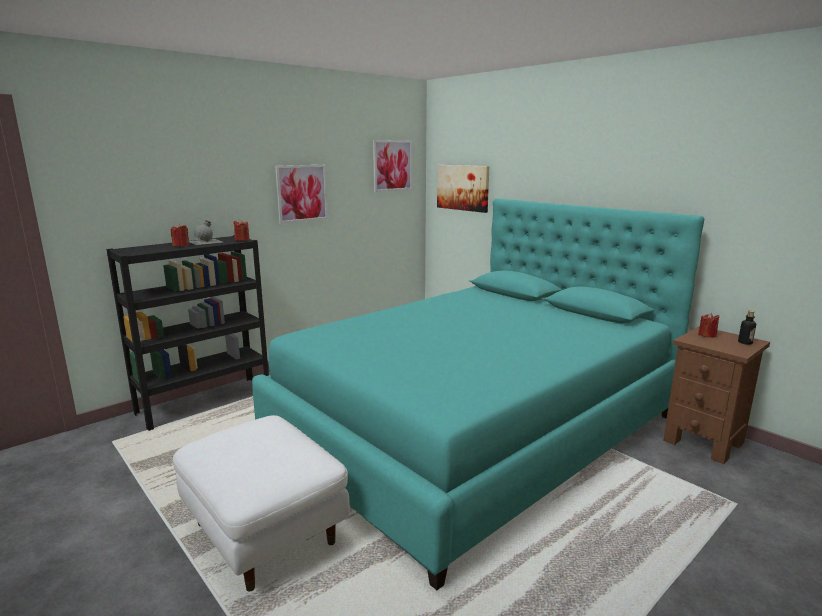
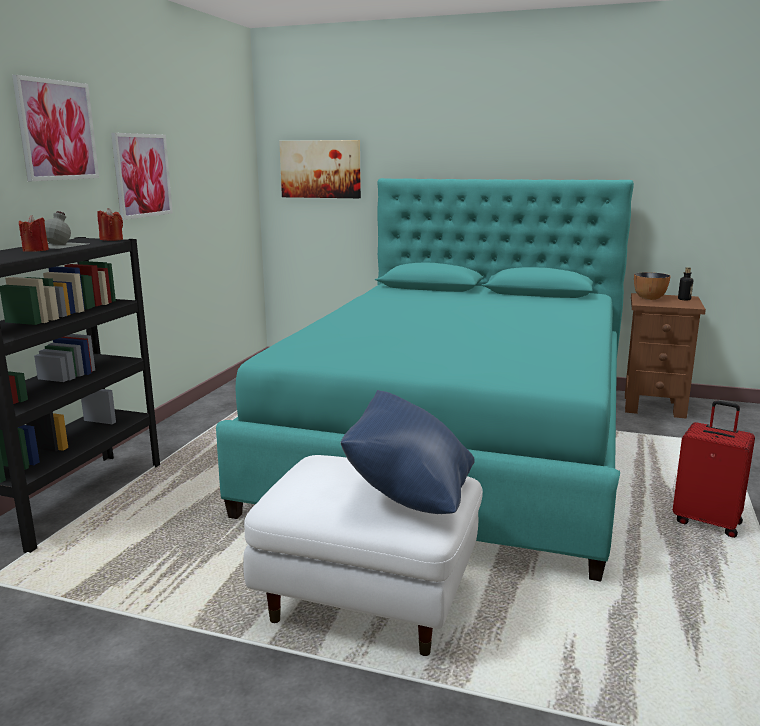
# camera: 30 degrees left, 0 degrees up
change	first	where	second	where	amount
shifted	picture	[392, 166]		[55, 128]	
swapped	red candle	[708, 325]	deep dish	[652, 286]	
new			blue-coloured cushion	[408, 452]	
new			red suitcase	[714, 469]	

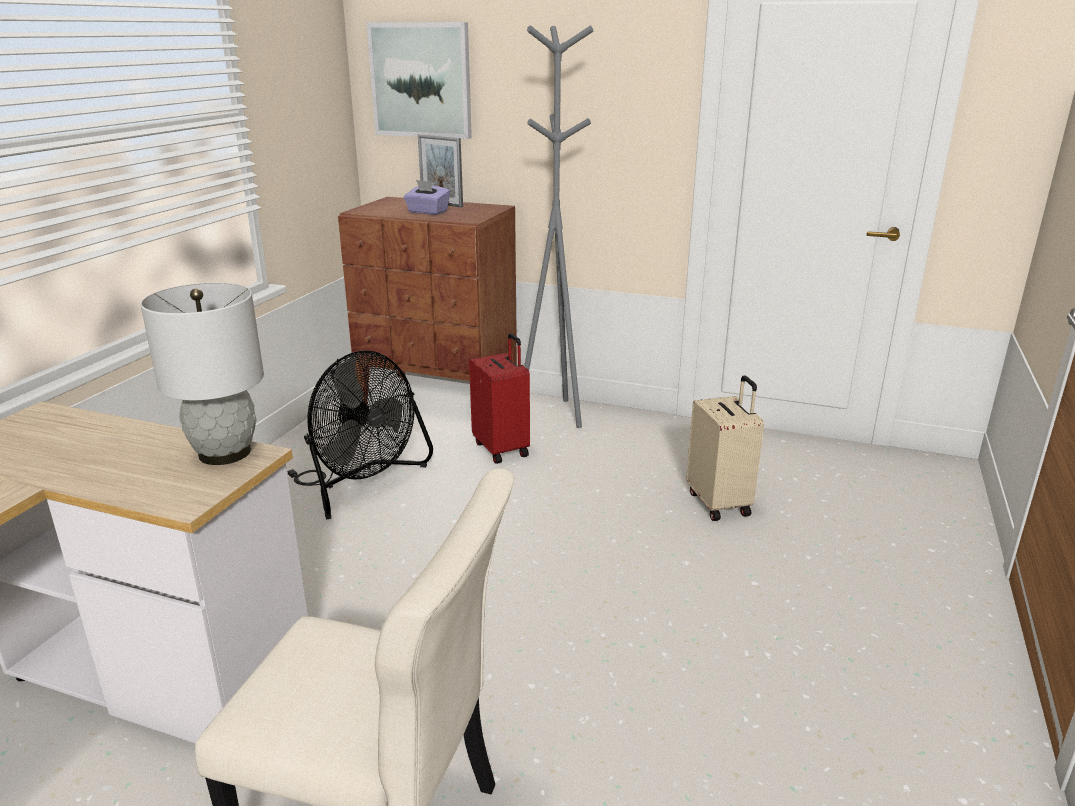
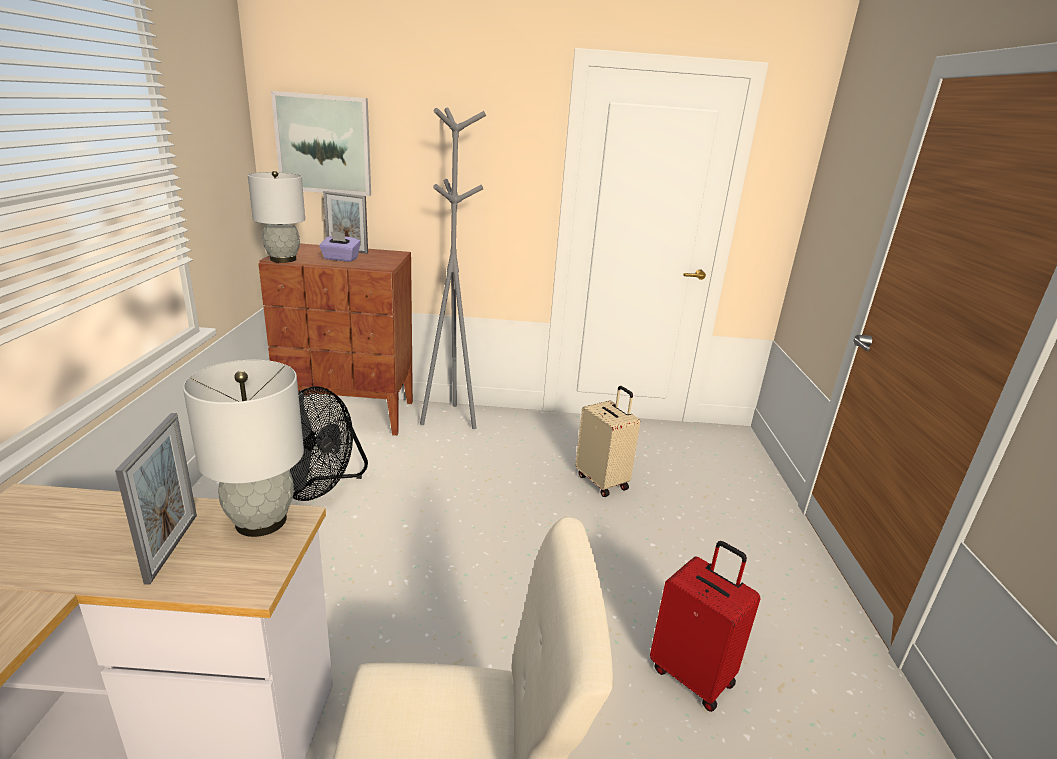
# camera: 20 degrees left, 0 degrees up
change	first	where	second	where	amount
shifted	red suitcase	[499, 398]		[705, 626]	
new			photo frame	[156, 499]	
new			white-coloured table lamp	[276, 217]	

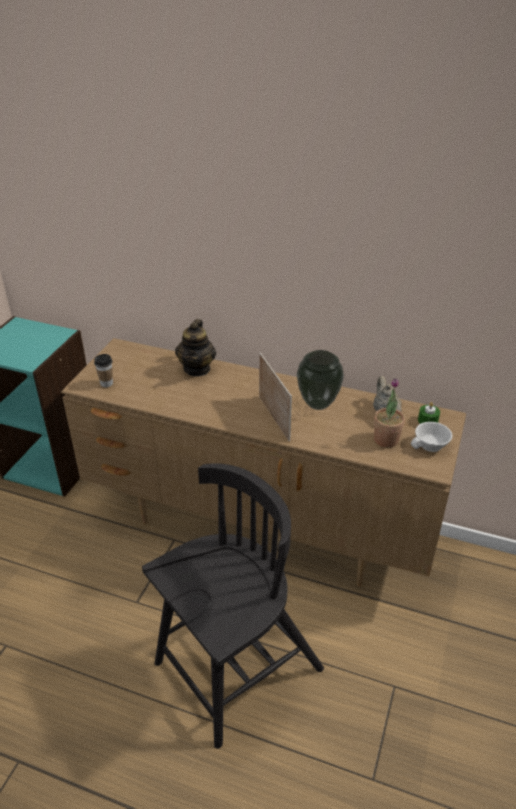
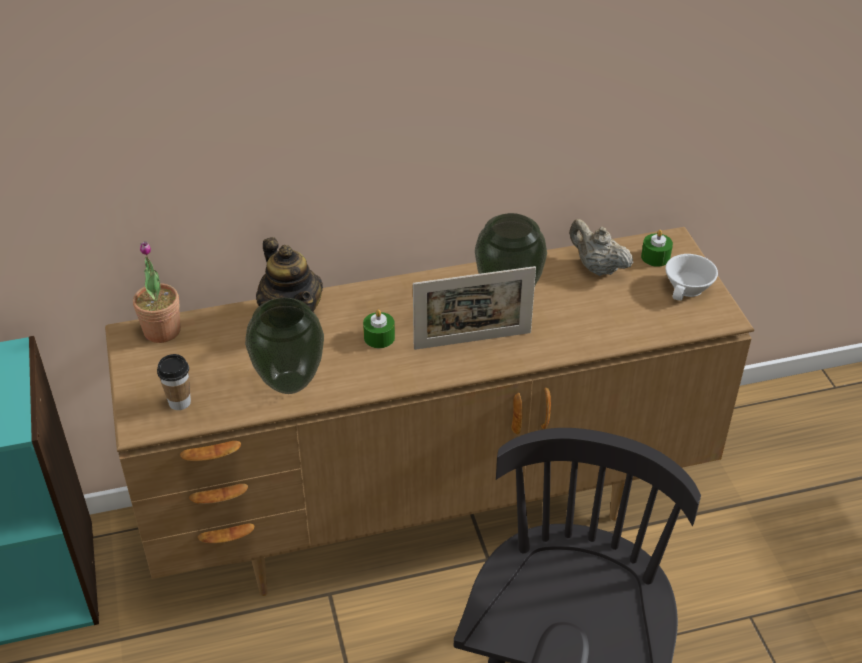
# camera: 35 degrees left, 5 degrees up
change	first	where	second	where	amount
rotated	photo frame	[275, 396]		[474, 308]	135 degrees clockwise
shifted	houseplant	[389, 413]		[157, 292]	
new			flower vase	[284, 346]	
new			green candle	[379, 329]	

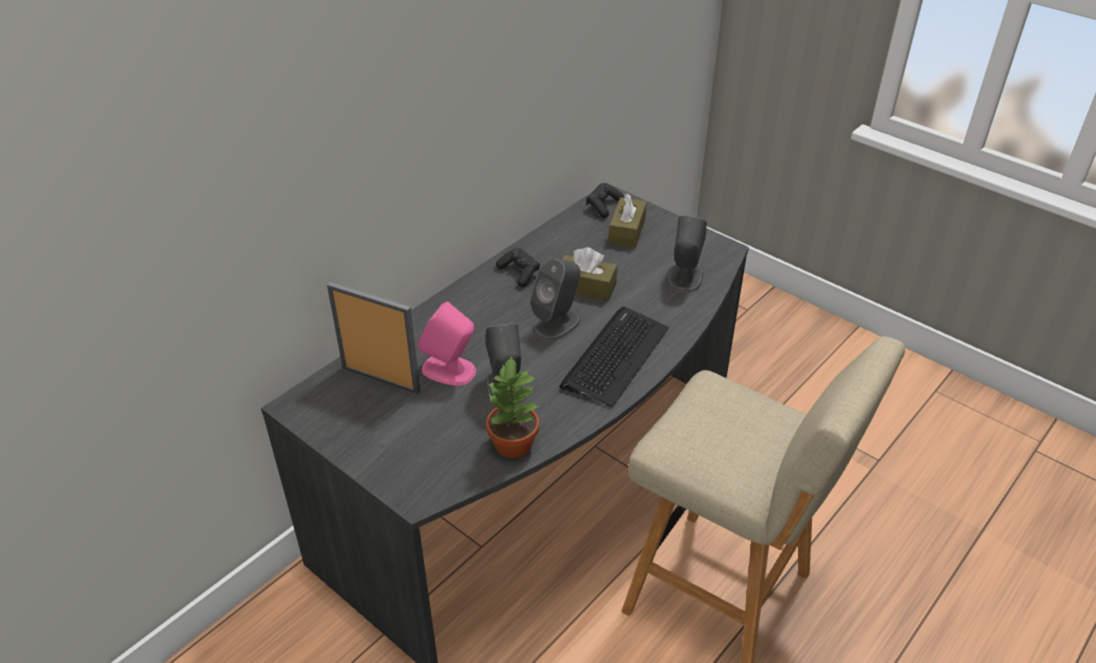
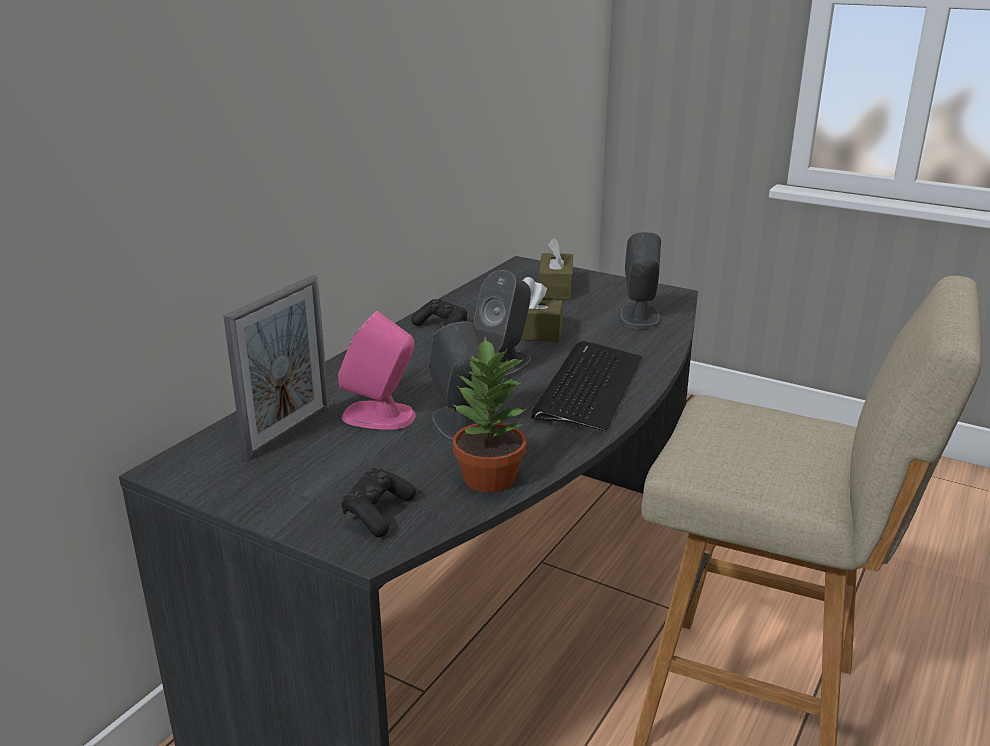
# camera: 10 degrees left, 15 degrees down
change	first	where	second	where	amount
rotated	photo frame	[373, 338]		[276, 367]	105 degrees clockwise
shifted	black-coloured game controller	[605, 200]		[378, 502]	

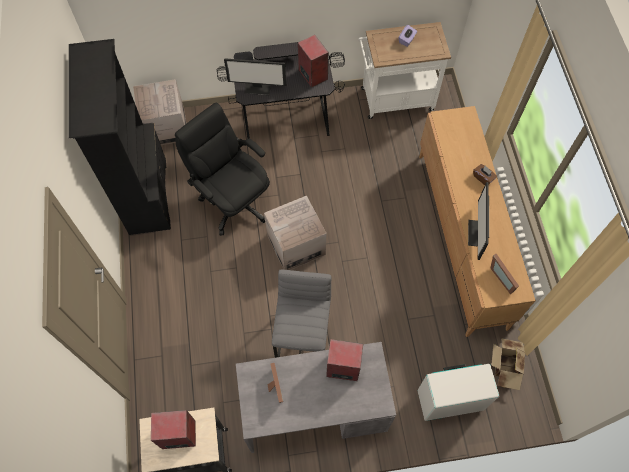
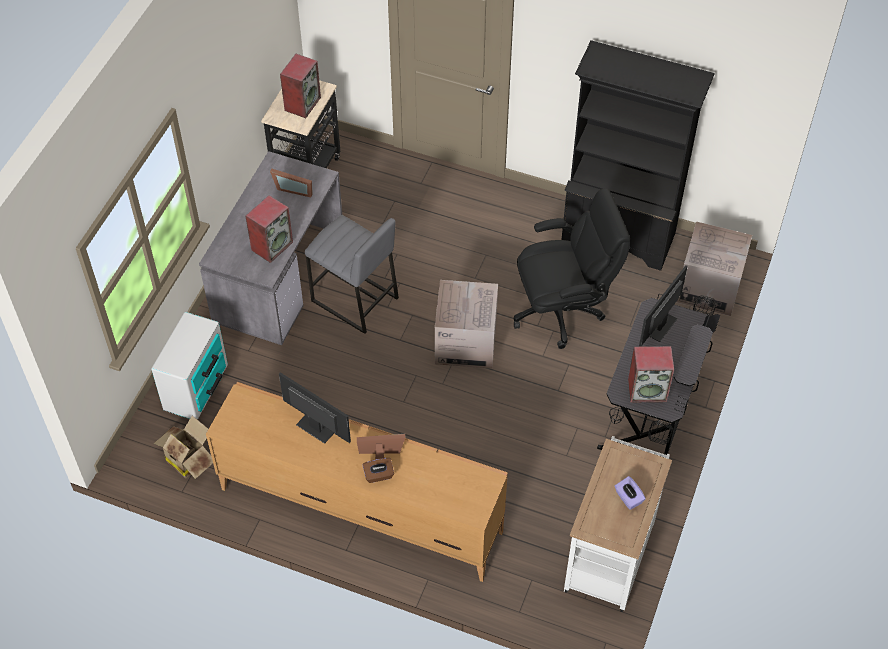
# camera: 120 degrees right, 10 degrees down
change	first	where	second	where	amount
shifted	photo frame	[504, 274]		[381, 446]	

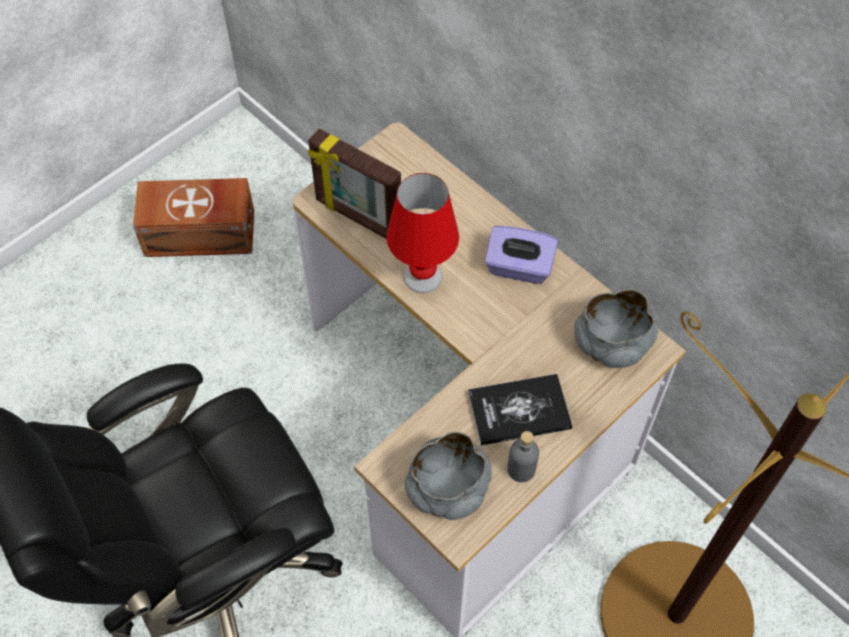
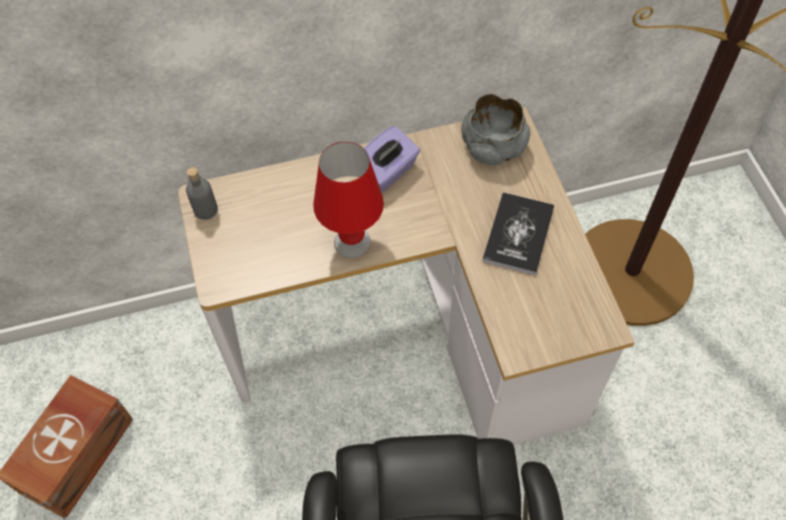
# camera: 60 degrees left, 0 degrees up
change	first	where	second	where	amount
gone	photo frame	[354, 184]			
gone	greyish deep dish	[448, 476]			
shifted	greyish beverage bottle	[523, 456]		[202, 193]	

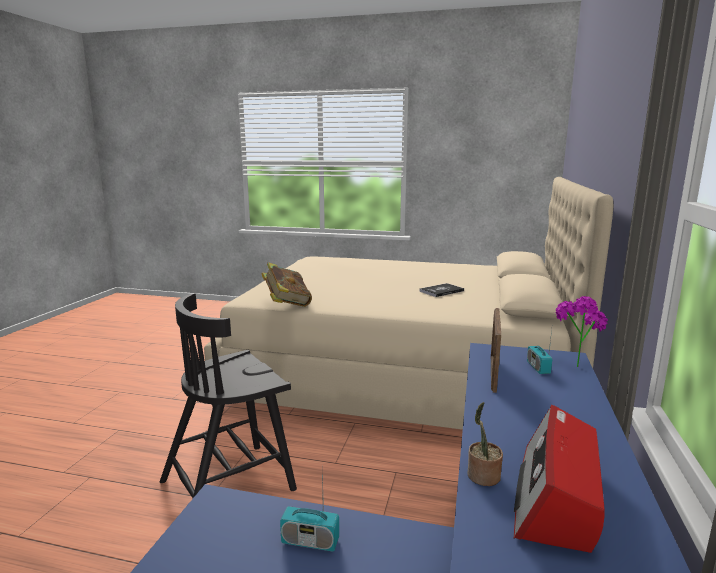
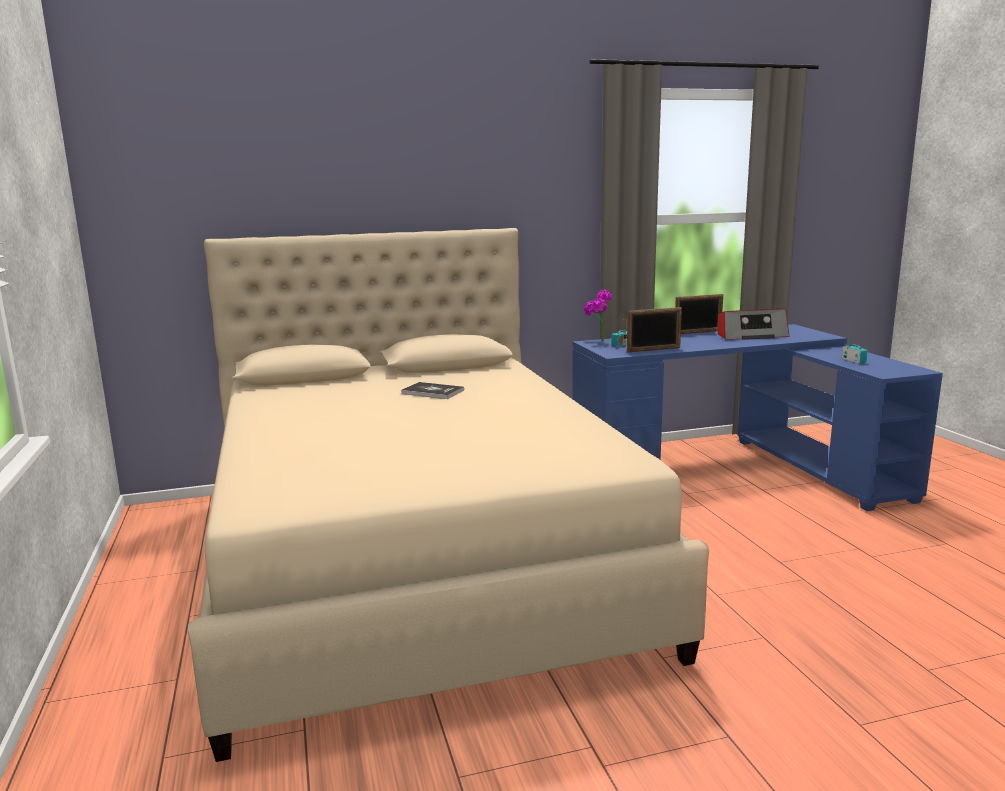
# camera: 120 degrees left, 0 degrees up
change	first	where	second	where	amount
gone	black-coloured chair	[228, 395]			
gone	volume	[287, 284]			
gone	houseplant	[485, 444]			
new			photo frame	[699, 314]	

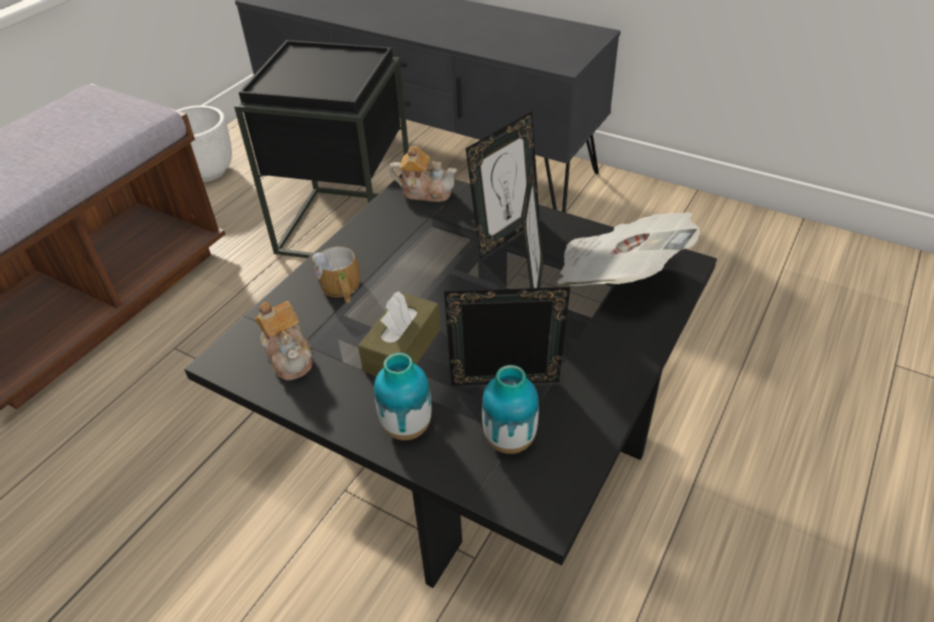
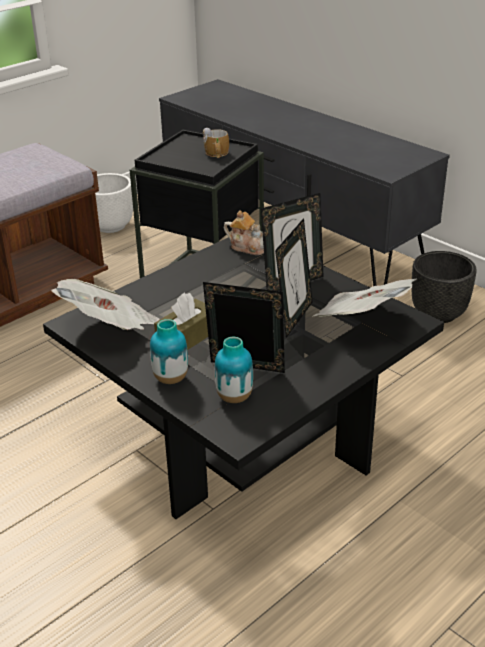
# camera: 15 degrees right, 10 degrees down
change	first	where	second	where	amount
swapped	teapot	[284, 340]	daily paper	[105, 304]	
shifted	coffee mug	[335, 275]		[216, 143]	
new			black-coloured plant pot	[444, 287]	

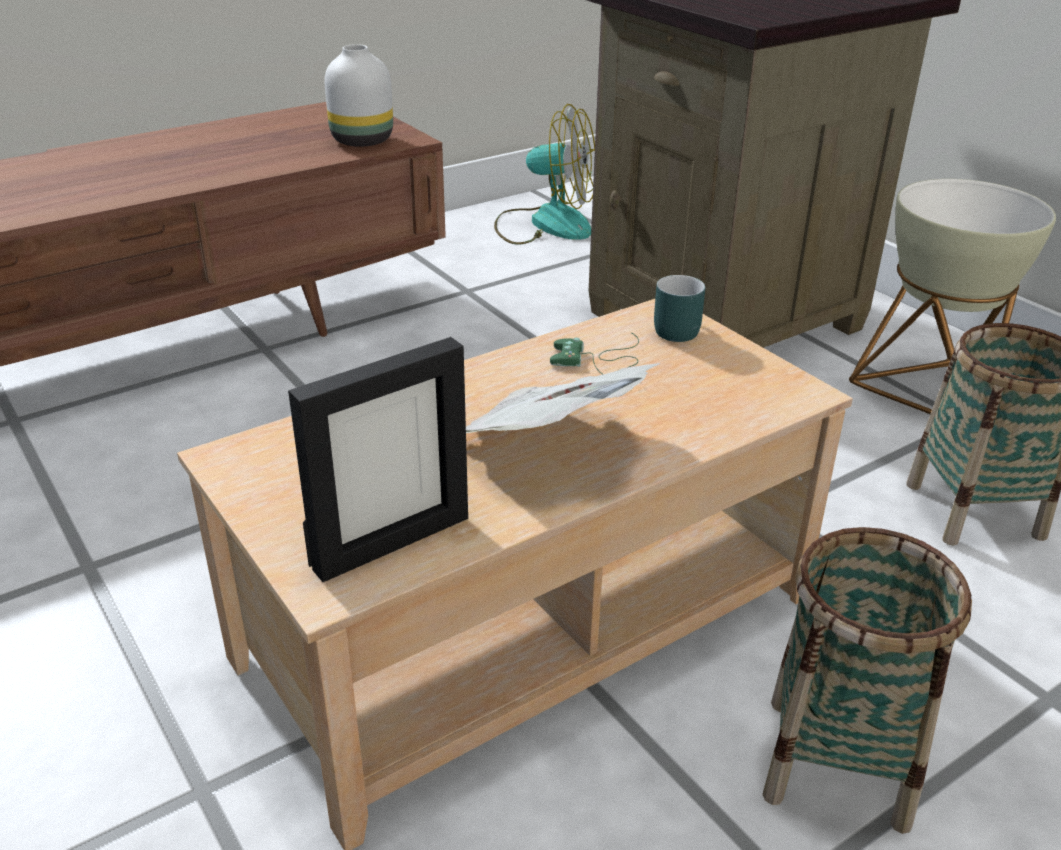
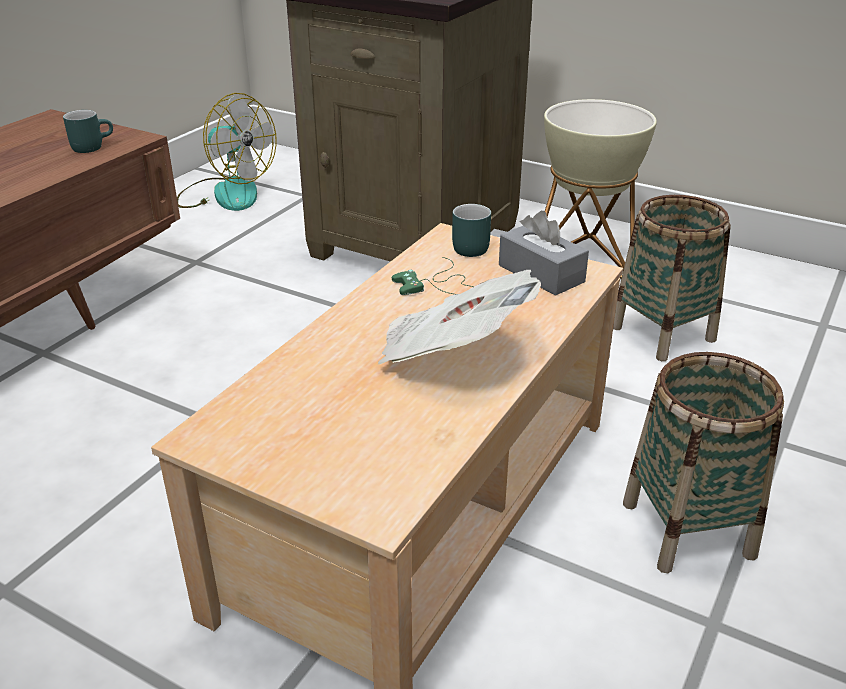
# camera: 25 degrees left, 0 degrees up
change	first	where	second	where	amount
gone	photo frame	[378, 459]			
swapped	white-coloured flower vase	[359, 95]	blue-green coffee mug	[88, 131]	
rotated	fan	[544, 174]		[227, 152]	45 degrees clockwise
new			greyish box of tissues	[544, 253]	

